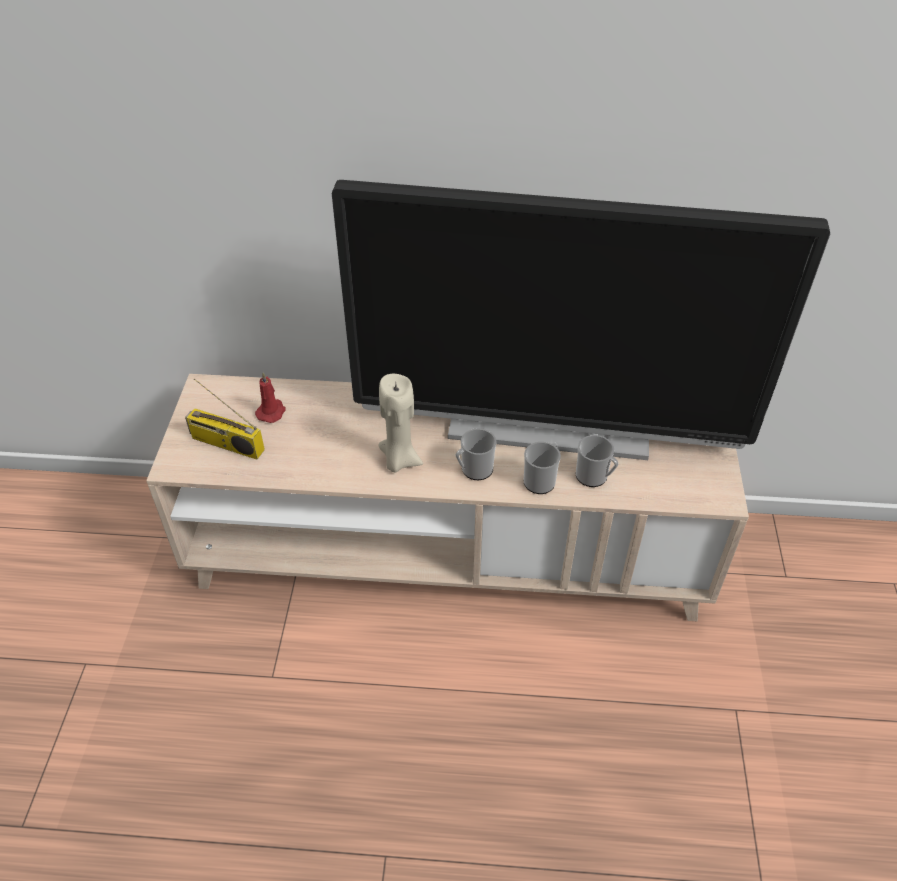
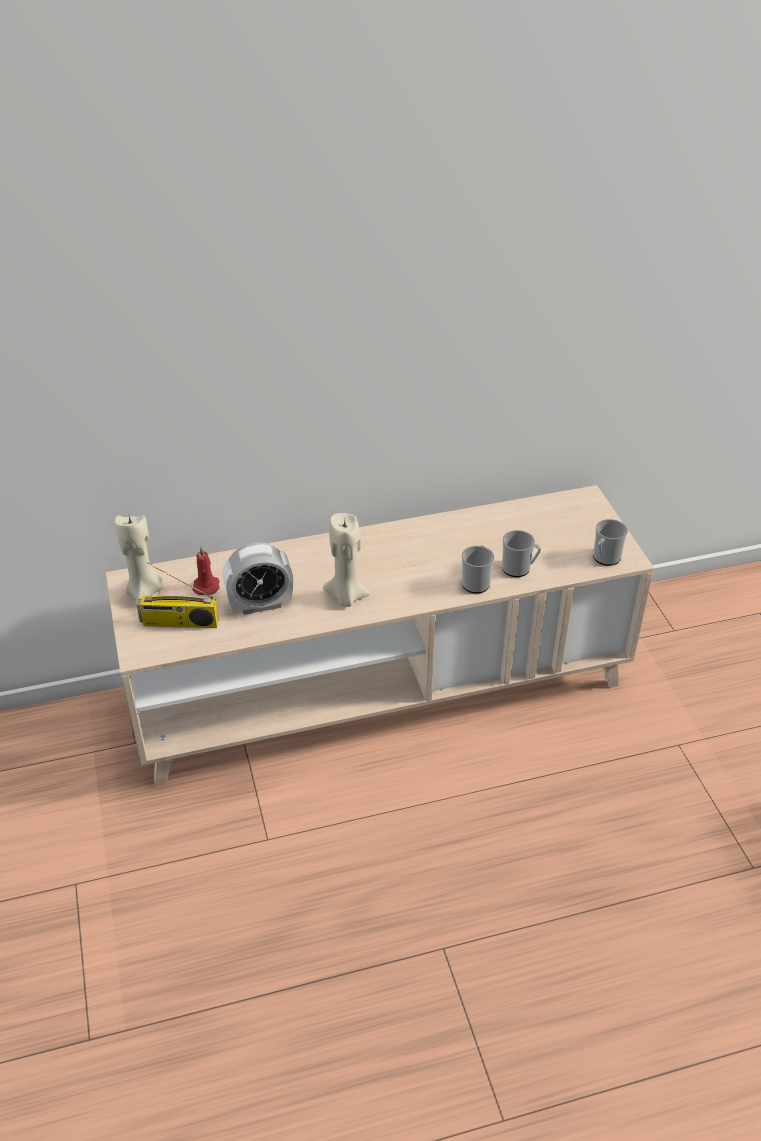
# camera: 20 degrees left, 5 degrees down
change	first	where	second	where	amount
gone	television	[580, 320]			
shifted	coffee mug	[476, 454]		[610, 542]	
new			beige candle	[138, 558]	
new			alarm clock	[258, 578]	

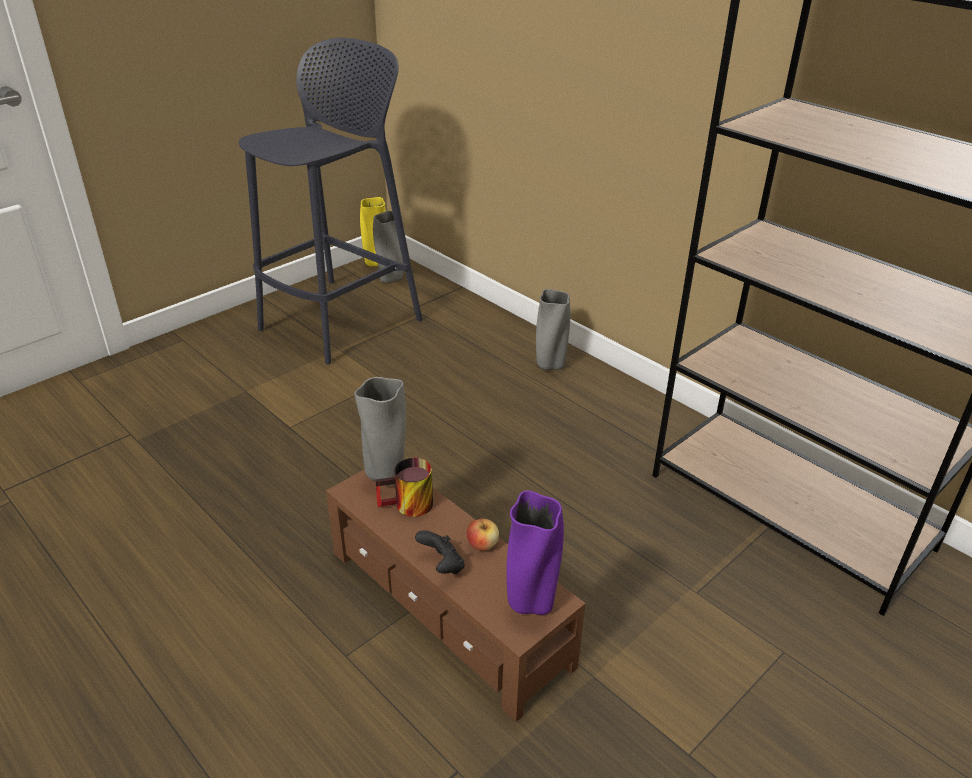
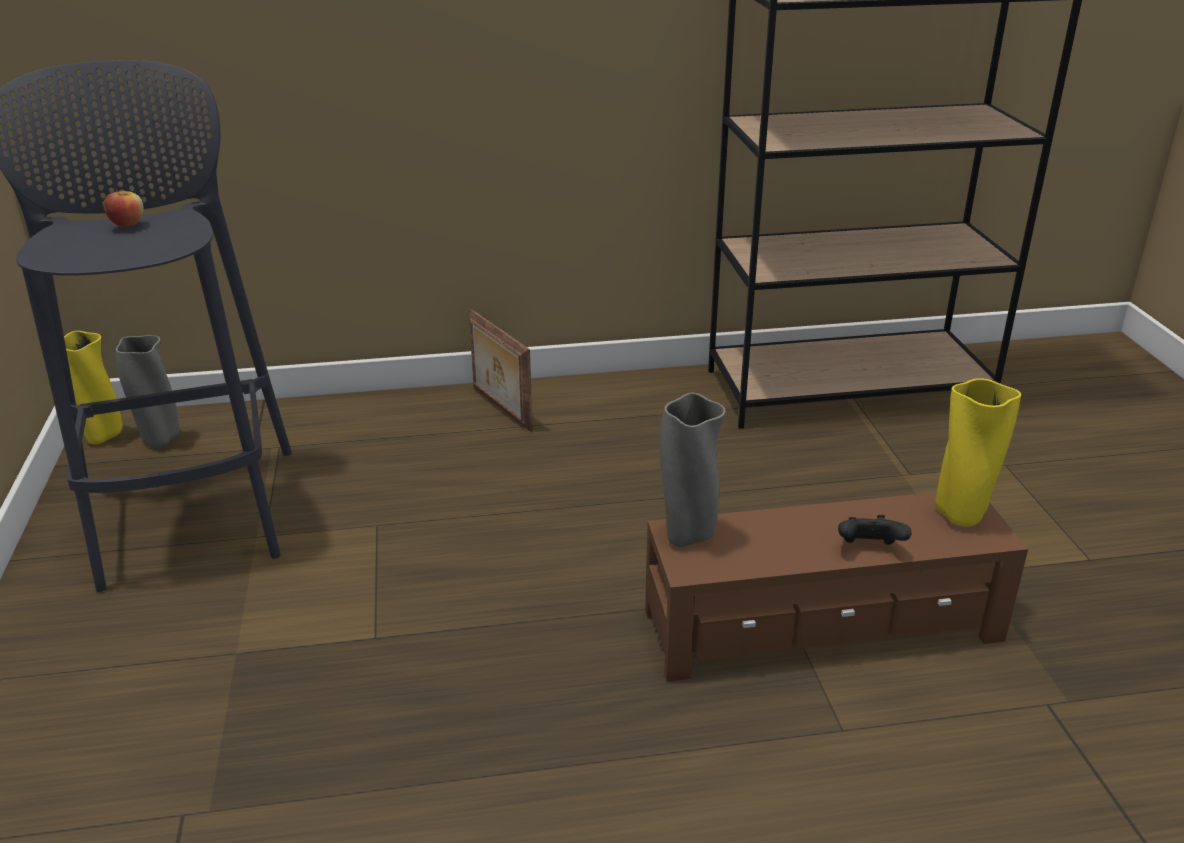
# camera: 55 degrees left, 5 degrees down
change	first	where	second	where	amount
gone	coffee mug	[404, 487]			
shifted	whole apple	[483, 534]		[123, 207]	
repainted	purple flower vase	[535, 552]	yellow-coloured flower vase	[978, 452]	
swapped	greyish flower vase	[553, 329]	photo frame	[500, 370]	

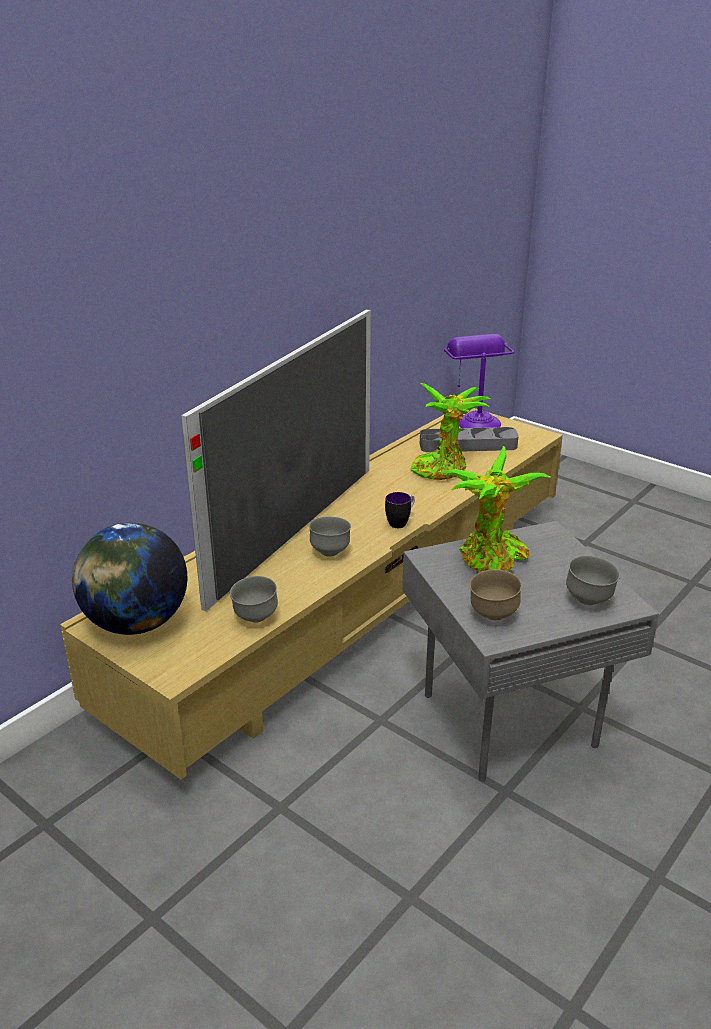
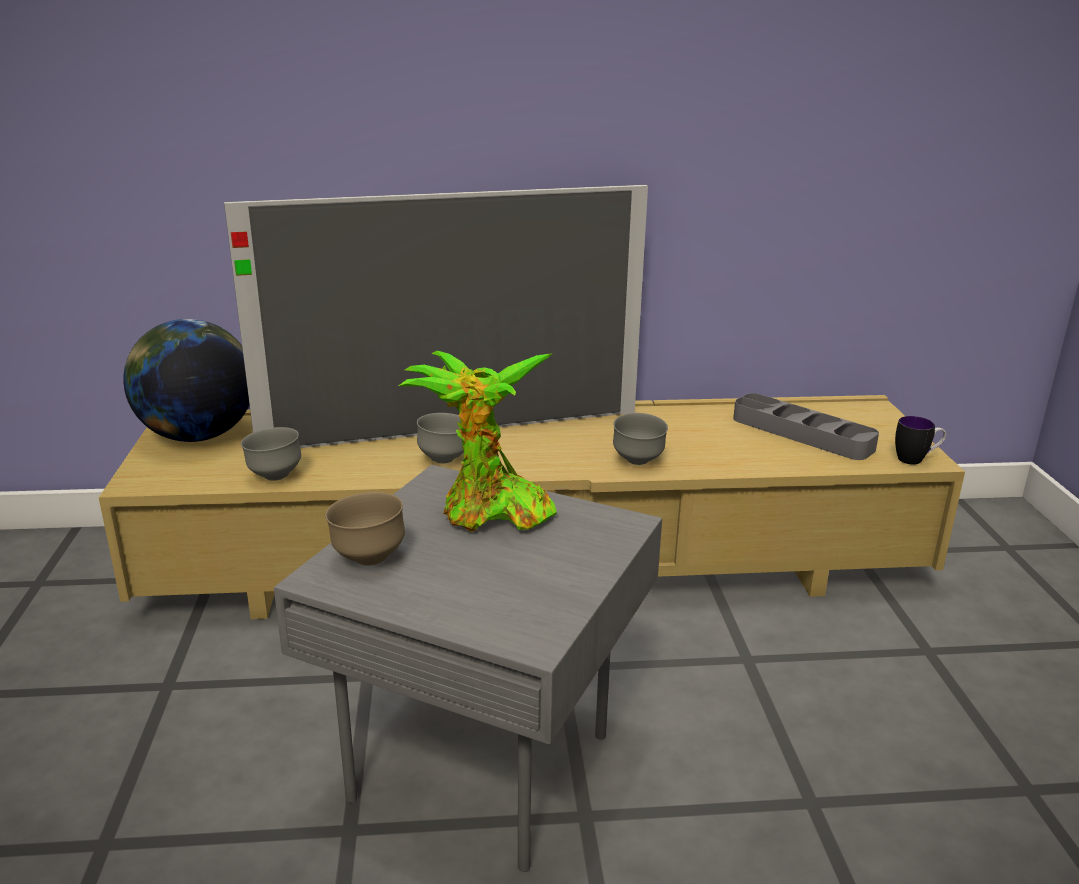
# camera: 45 degrees right, 5 degrees down
change	first	where	second	where	amount
shifted	coffee mug	[400, 510]		[920, 440]	
gone	houseplant	[450, 431]			
gone	purple table lamp	[479, 381]			
shifted	greyish deep dish	[593, 580]		[640, 439]	

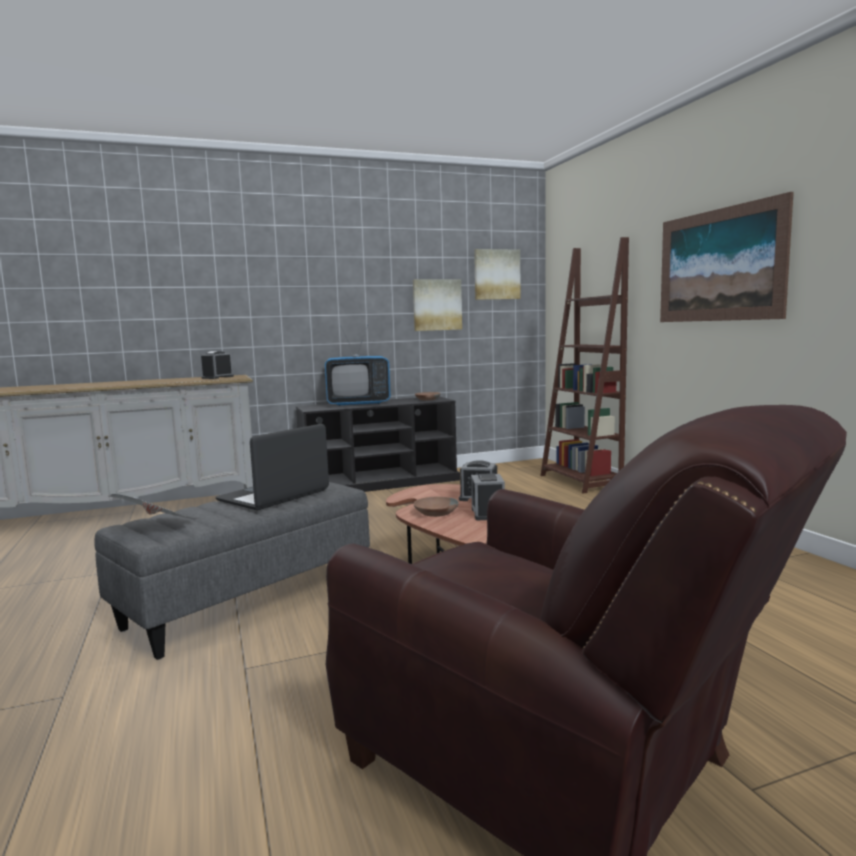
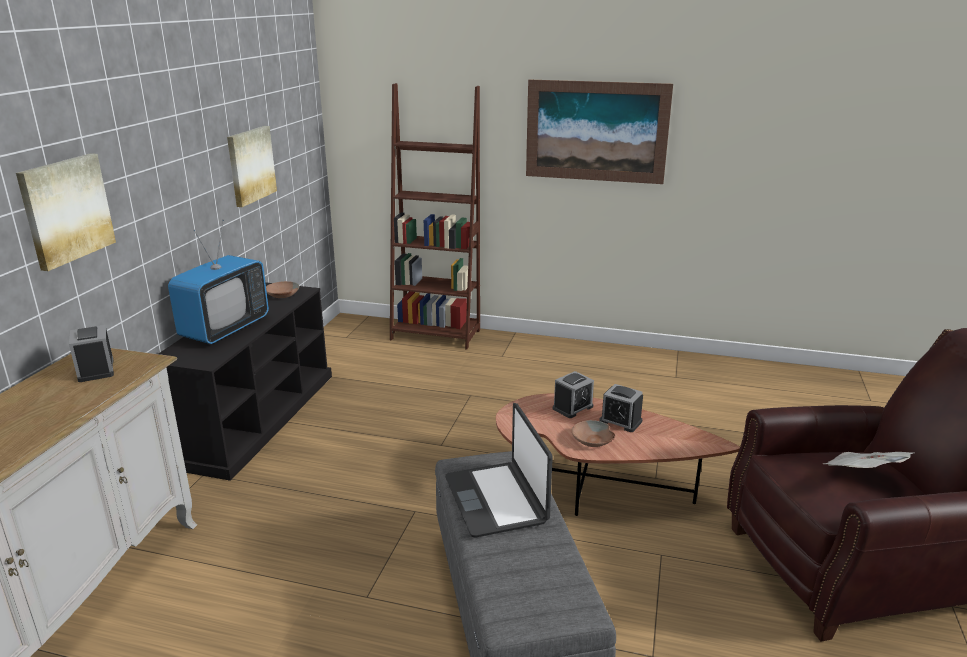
# camera: 55 degrees left, 15 degrees up
change	first	where	second	where	amount
shifted	daily paper	[154, 506]		[868, 460]	
shifted	picture	[497, 274]		[66, 212]	

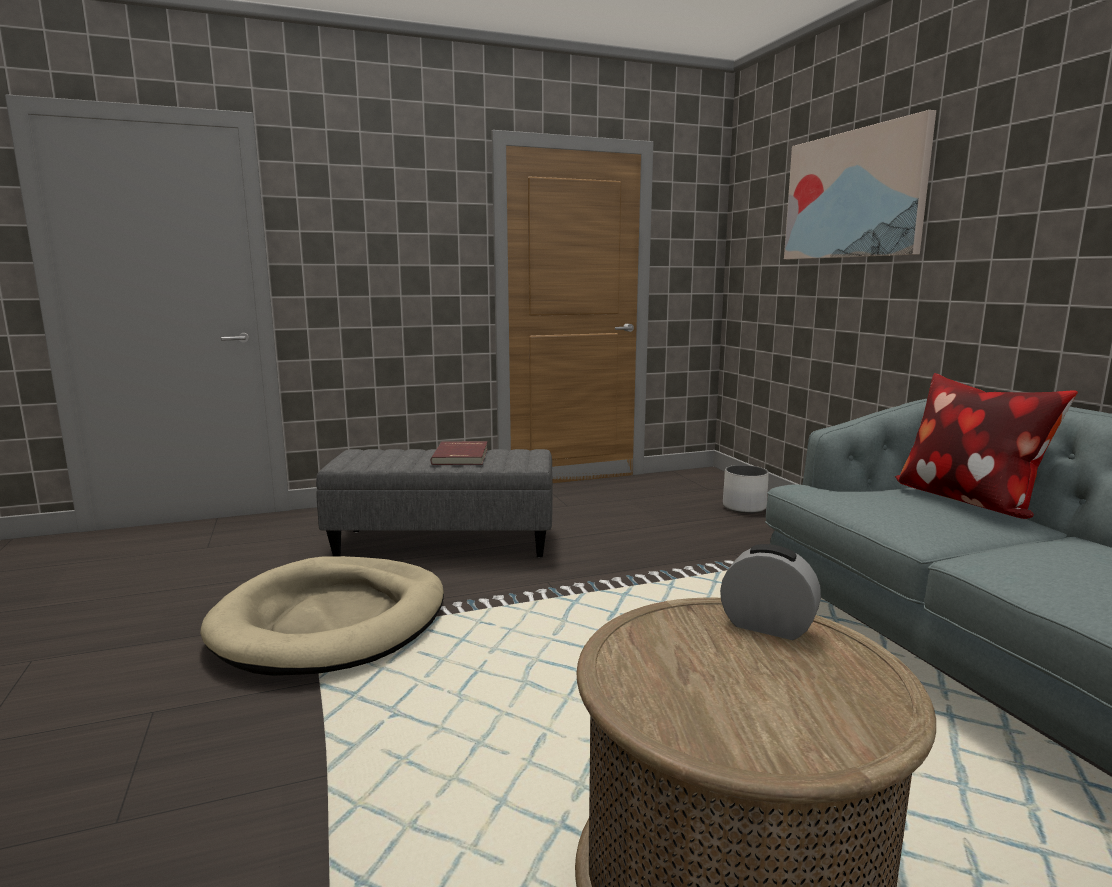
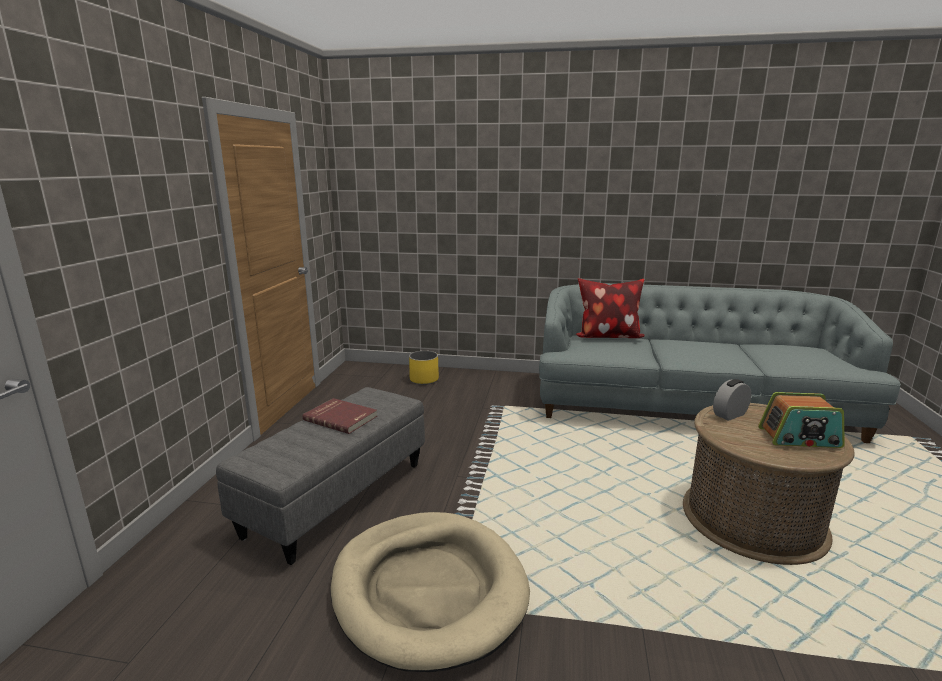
# camera: 60 degrees left, 5 degrees up
change	first	where	second	where	amount
repainted	white-coloured plant pot	[746, 489]	yellow-coloured plant pot	[424, 368]	
gone	picture	[860, 184]			
new			radio	[801, 420]	

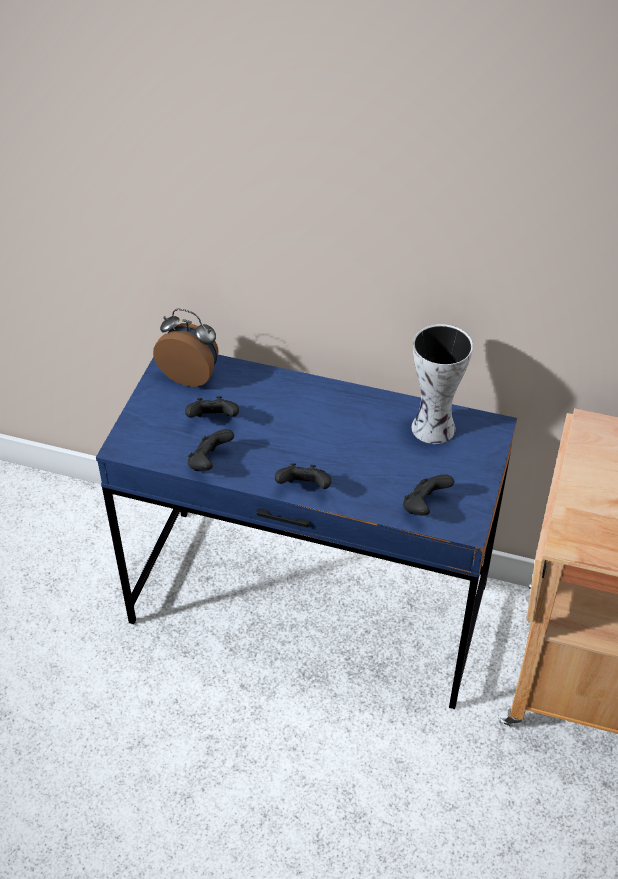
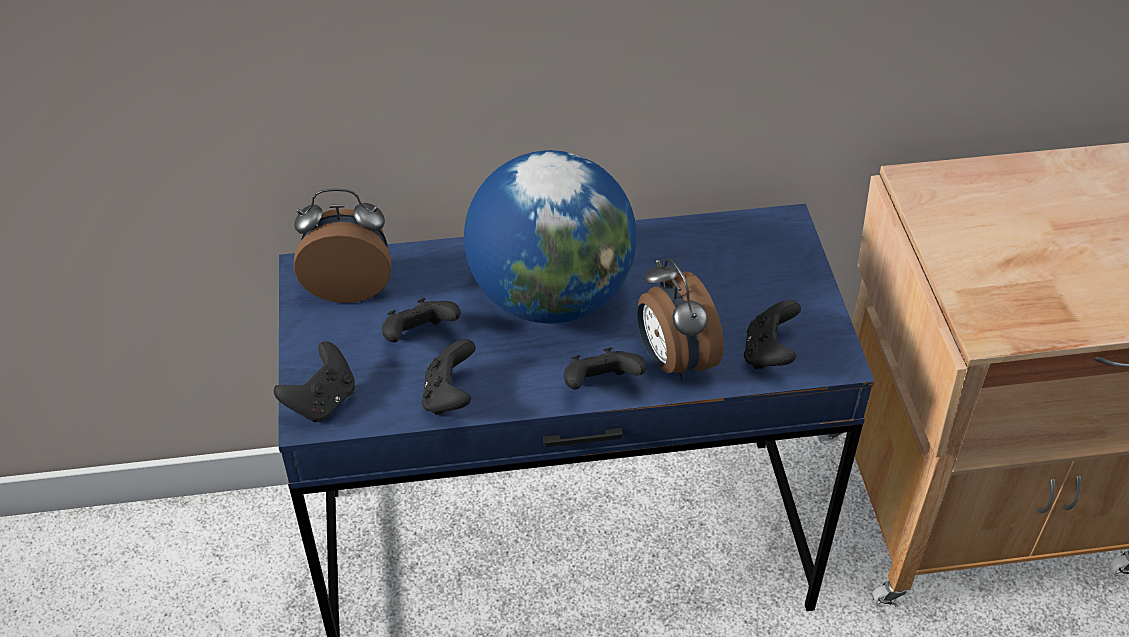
# camera: 25 degrees left, 0 degrees up
change	first	where	second	where	amount
gone	flower vase	[442, 384]			
new			black-coloured game controller	[314, 381]	
new			desk globe	[550, 237]	
new			alarm clock	[680, 319]	

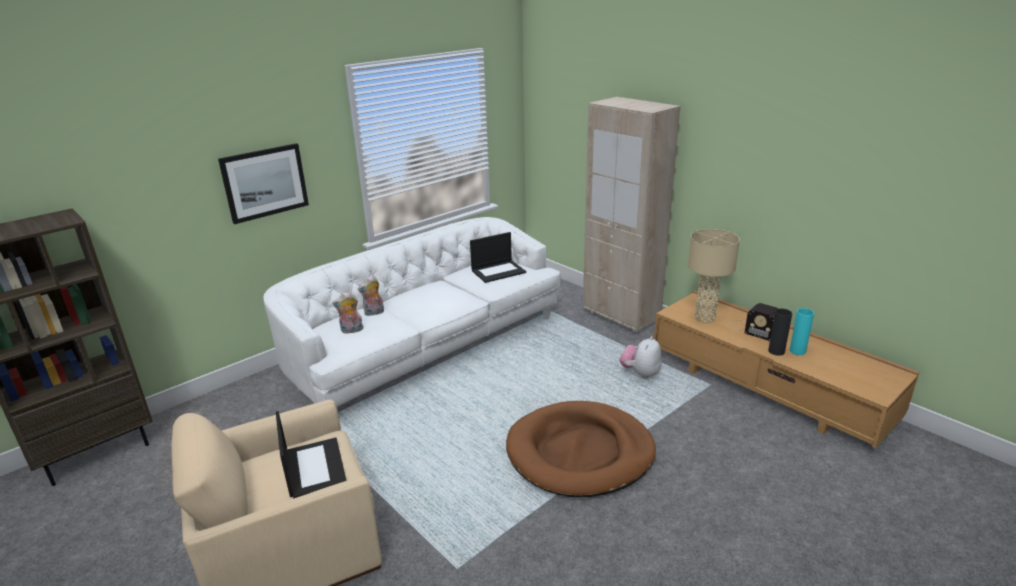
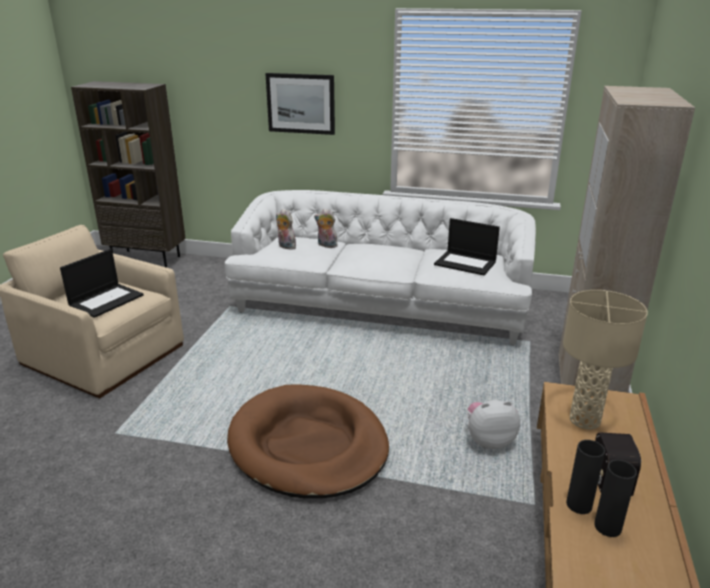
# camera: 55 degrees right, 0 degrees up
change	first	where	second	where	amount
repainted	blue-green flower vase	[802, 331]	black-coloured flower vase	[615, 498]	

